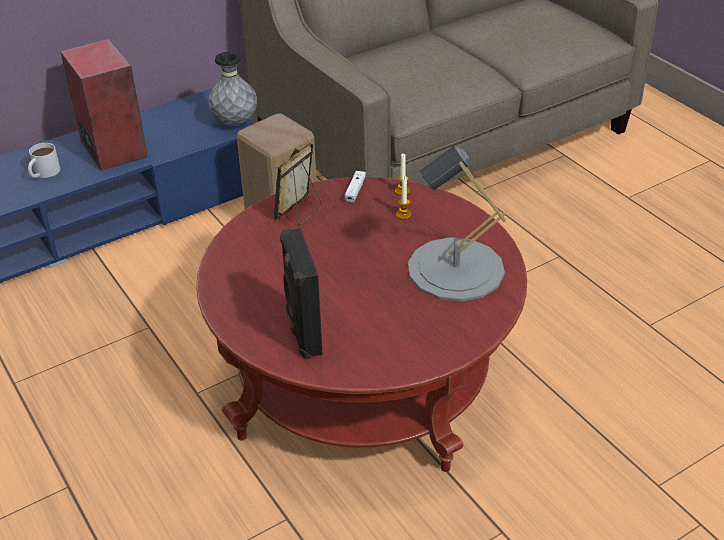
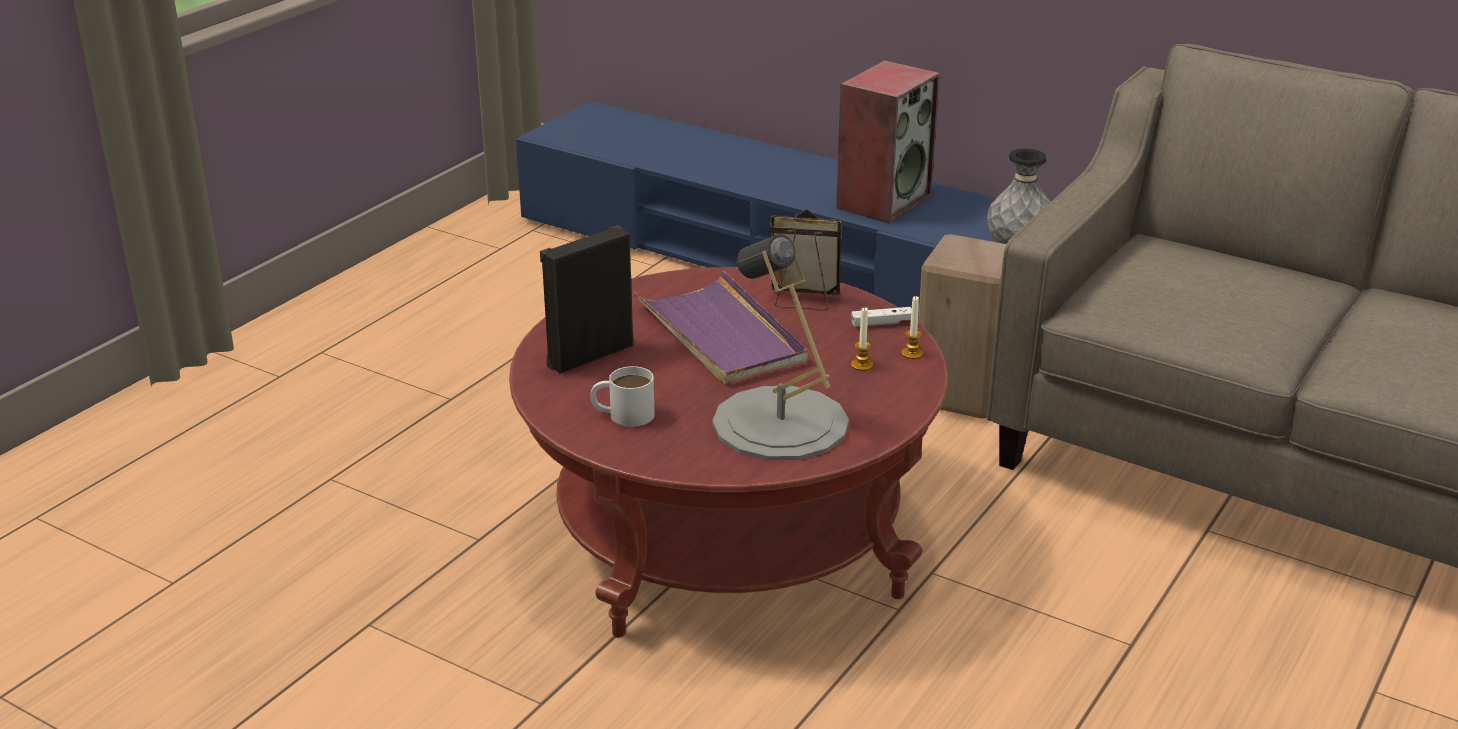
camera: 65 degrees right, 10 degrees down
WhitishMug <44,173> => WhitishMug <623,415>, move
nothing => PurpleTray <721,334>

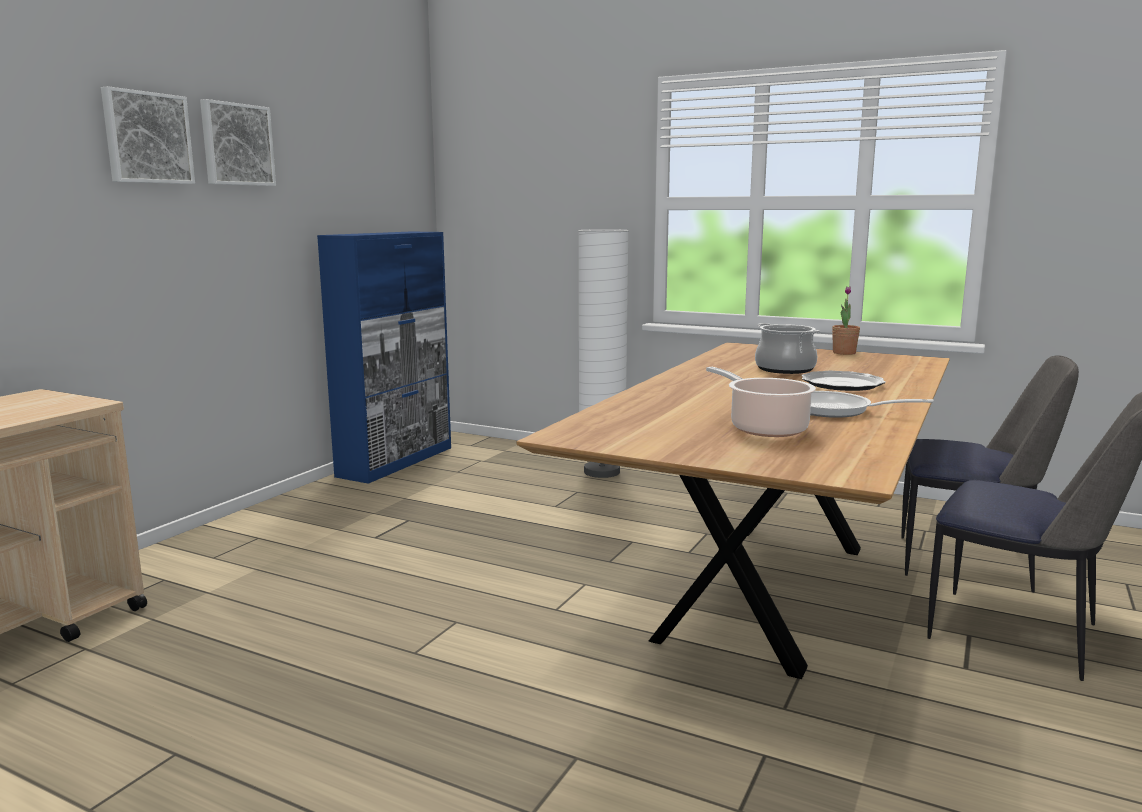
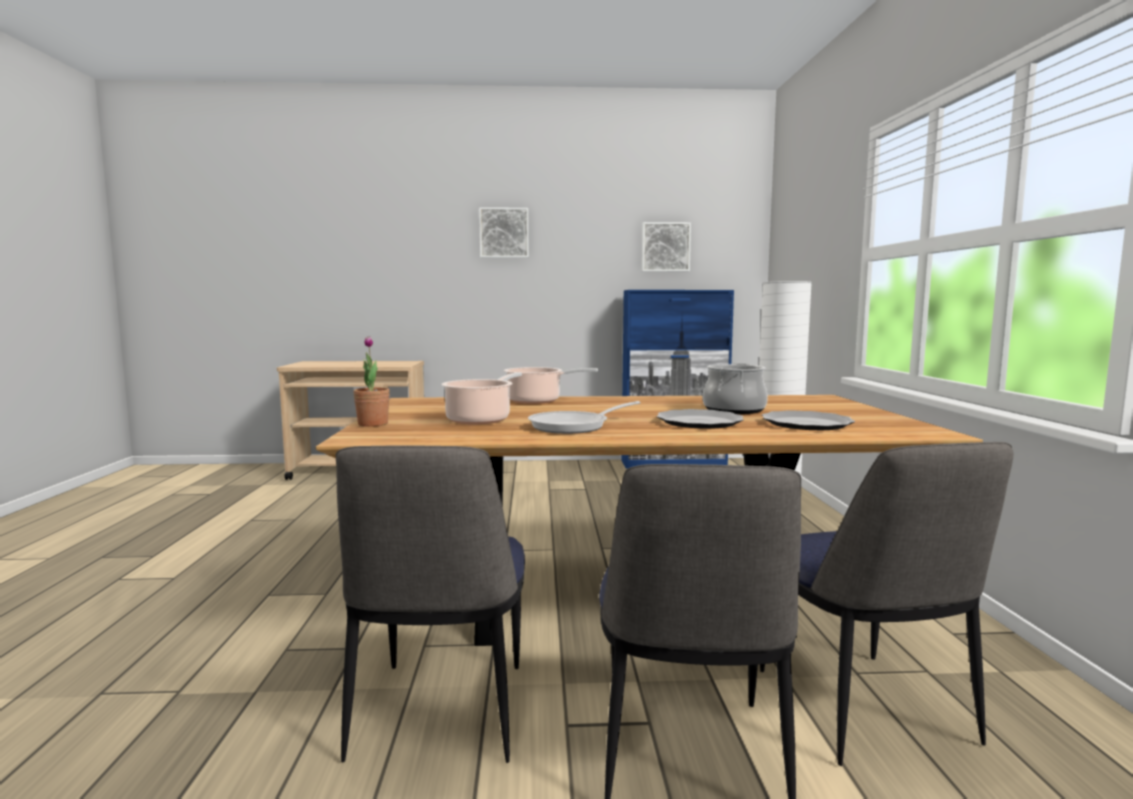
camera: 60 degrees right, 5 degrees down
nothing => PlainChair <439,714>
Houseplant <844,353> => Houseplant <373,424>, move
nothing => Stockpot <537,401>
FryingPan <836,410> => FryingPan <575,426>, 120 degrees counterclockwise
WallArt <236,144> => WallArt <665,247>, move
nothing => DinnerPlate <806,424>

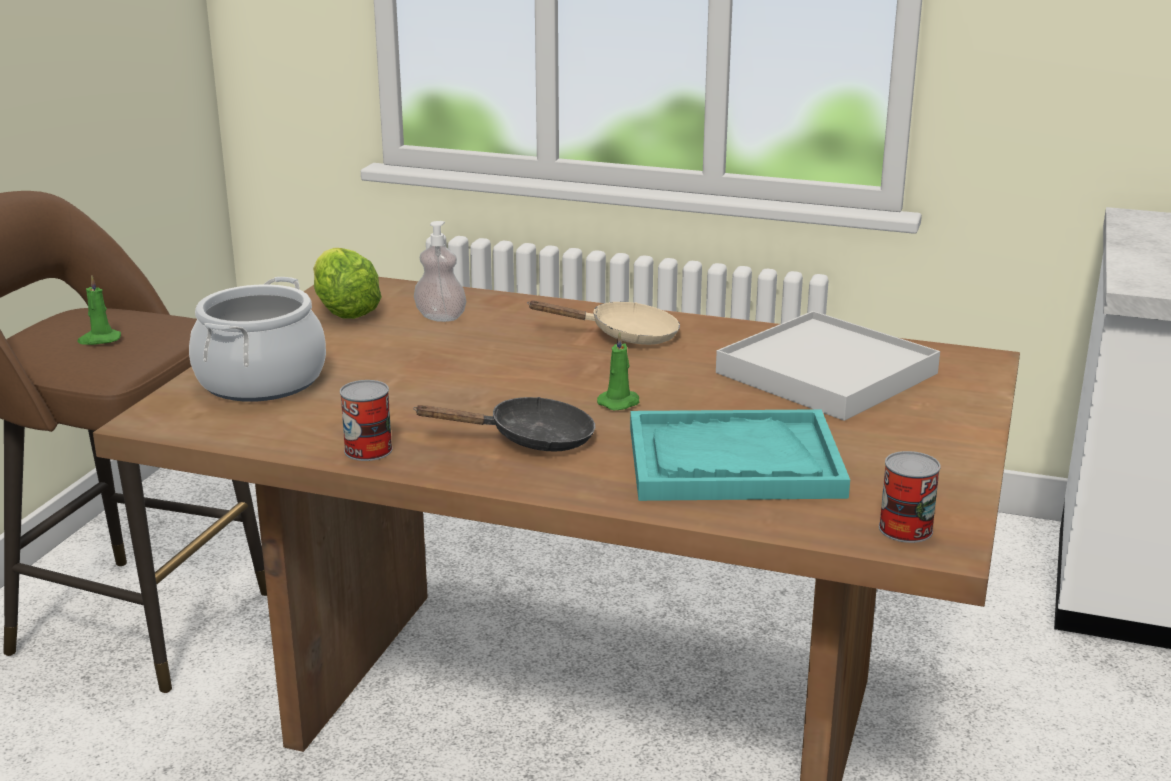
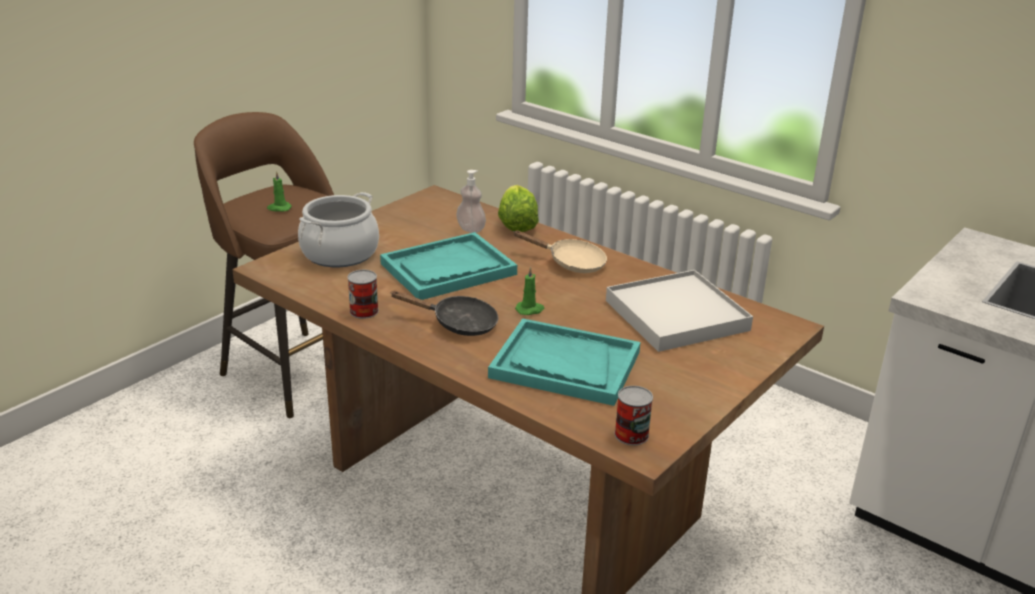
camera: 20 degrees right, 5 degrees up
nothing => TurquoiseTray <448,269>
Lettuce <344,311> => Lettuce <516,225>, move

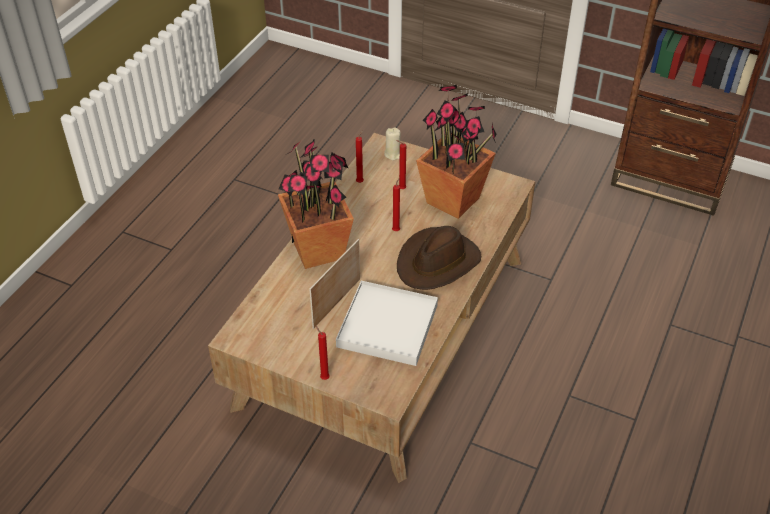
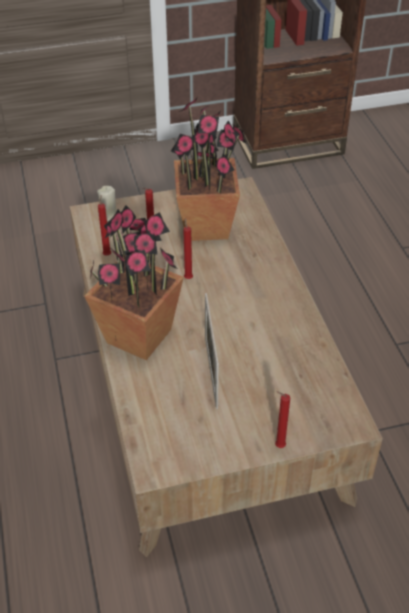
camera: 40 degrees left, 0 degrees up
WhitishTray <387,326> => nothing
BrownWearableHat <438,262> => nothing

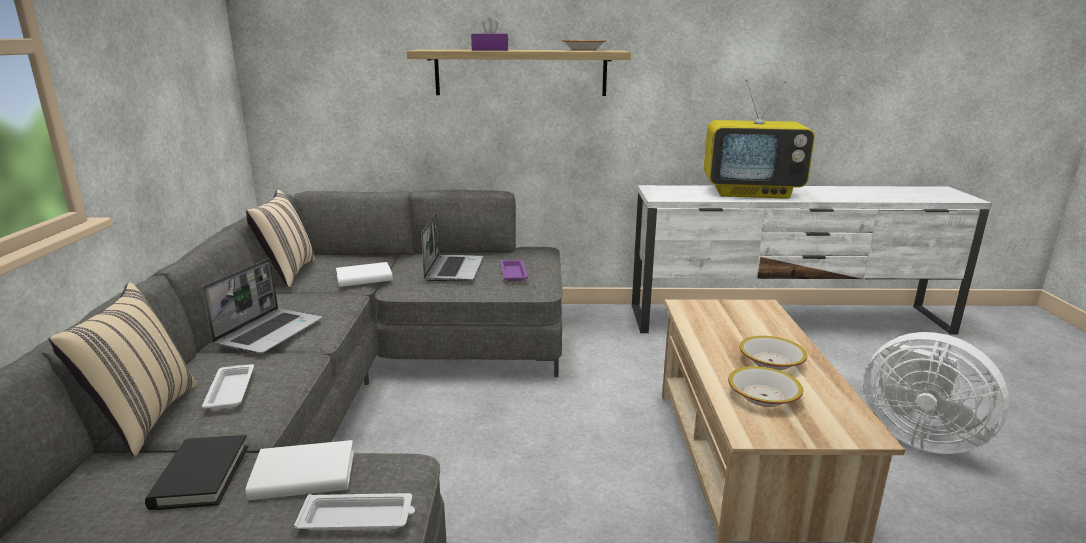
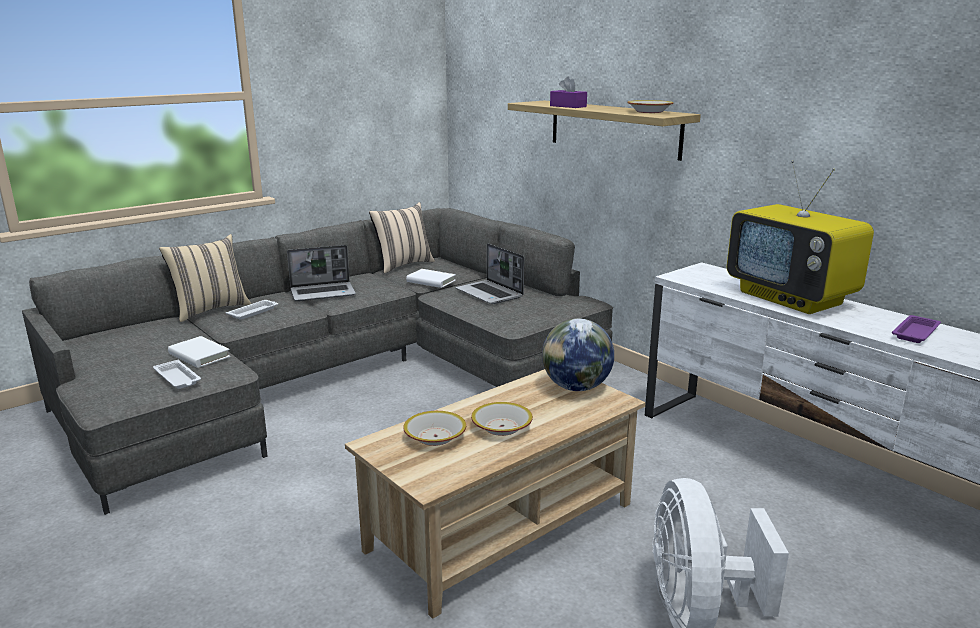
camera: 50 degrees right, 0 degrees up
NotebookComputer <453,269> => NotebookComputer <490,294>, 90 degrees clockwise
nothing => DeskGlobe <576,387>
PurpleTray <513,273> => PurpleTray <915,332>, move
BlackColouredBoundBook <201,476> => nothing

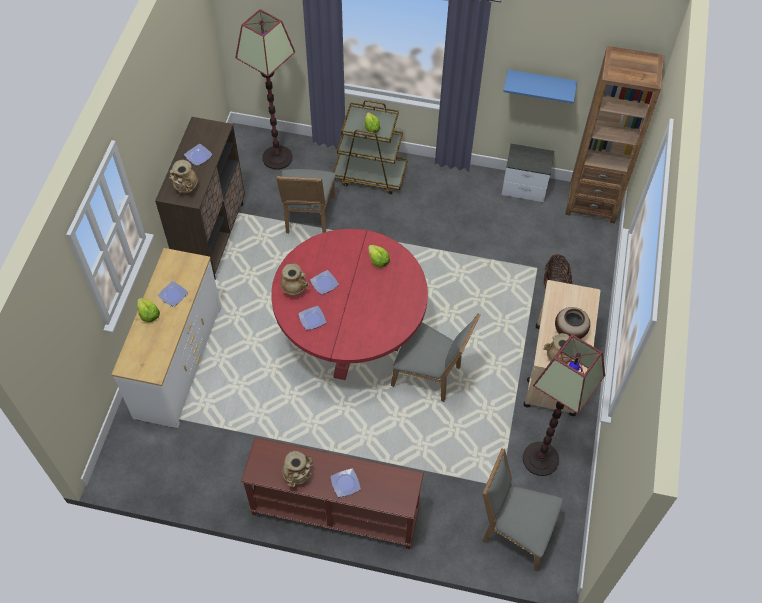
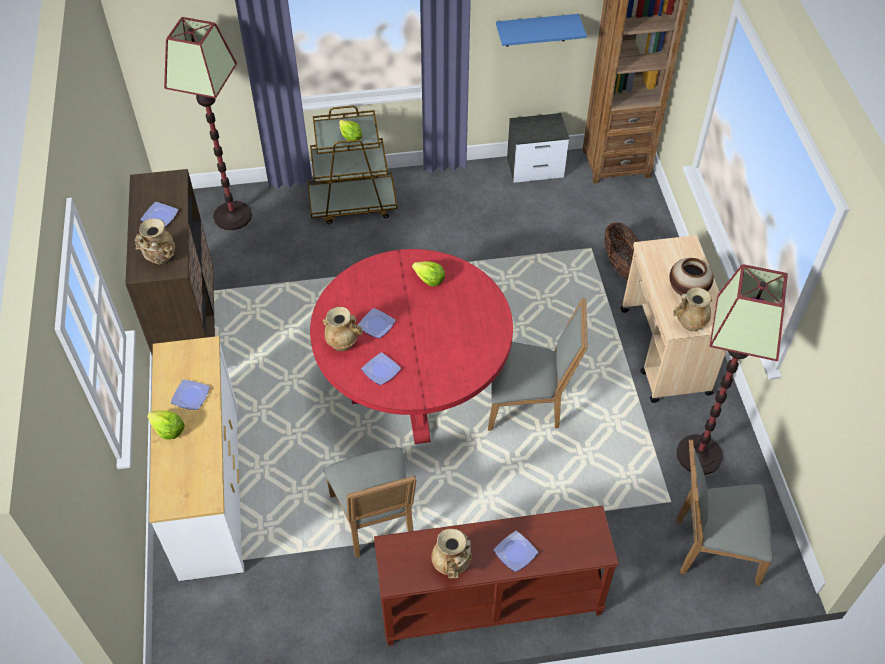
camera: 20 degrees left, 5 degrees down
GrayPlainChair <307,217> => GrayPlainChair <376,521>, move

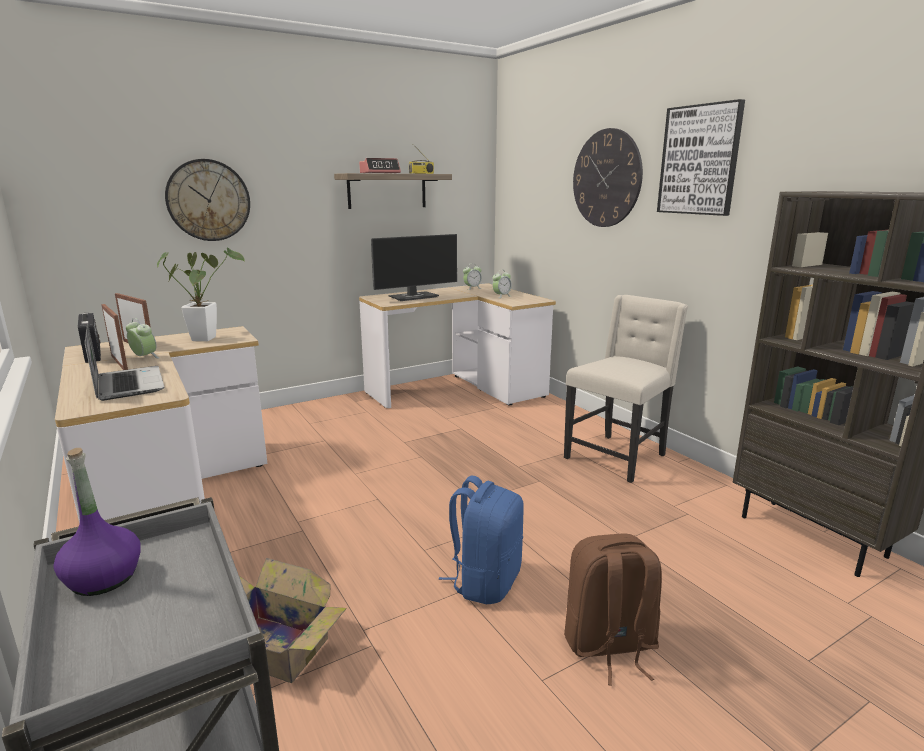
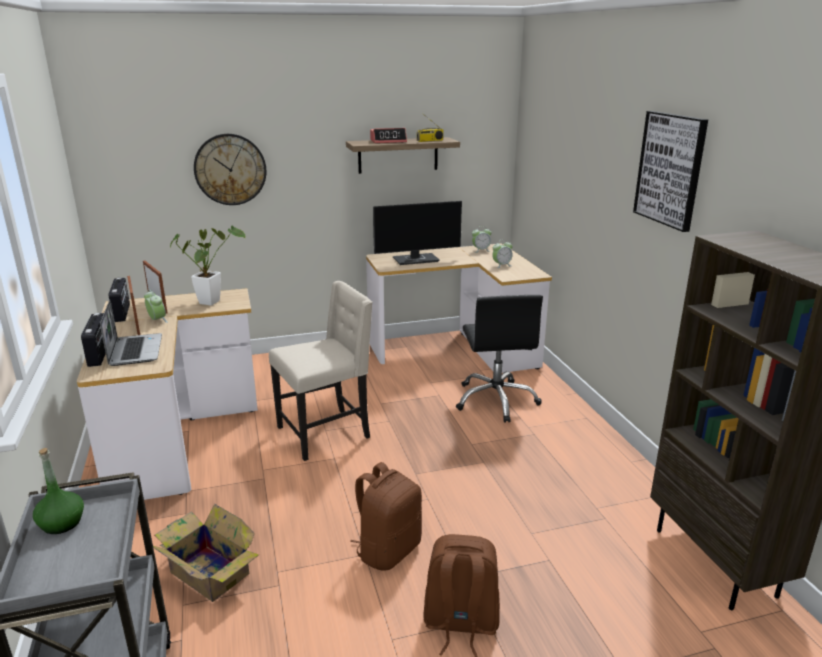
camera: 15 degrees right, 5 degrees up
PurpleBottle <103,578> => GreenishBottle <62,523>
nothing => RadioSet <100,354>
BeigePlainChair <617,457> => BeigePlainChair <325,433>, move
BlueRucksack <485,581> => BrownRucksack <388,550>
nothing => BlackColouredComputerChair <496,400>
HangingClock <606,178> => nothing

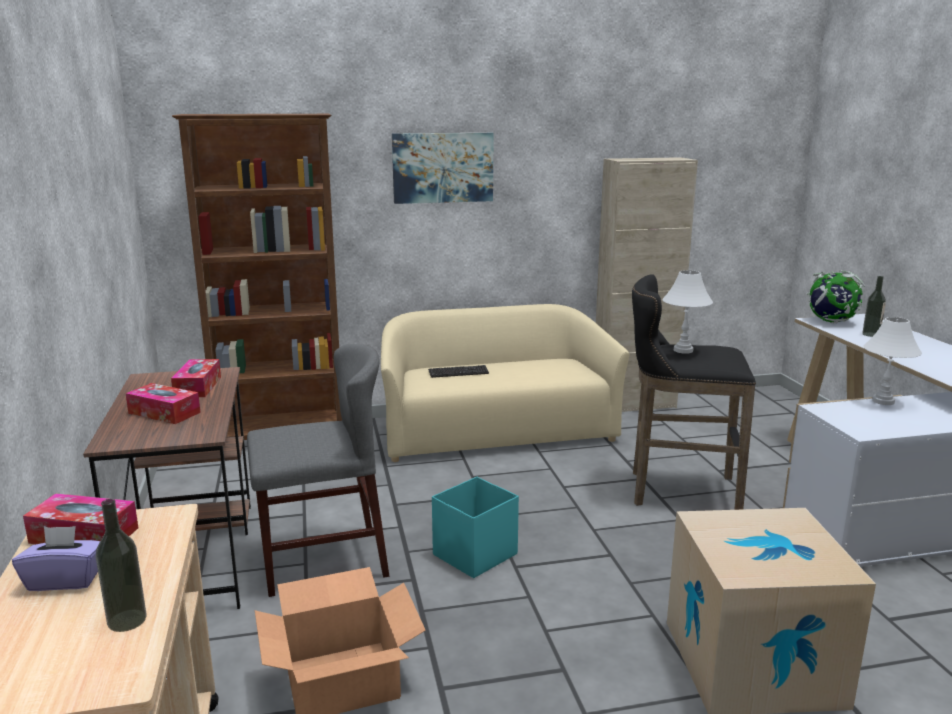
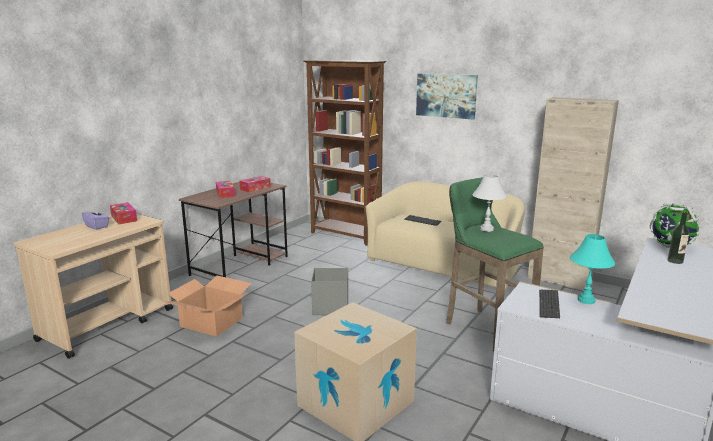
camera: 45 degrees right, 0 degrees up
TurquoiseStorageBin <474,555> => GrayStorageBin <330,307>
BlackColouredSittingStool <678,491> => GreenishSittingStool <484,328>
nothing => Keyboard <548,304>
WhitishTabletopLamp <883,401> => TurquoiseTabletopLamp <586,300>
Bottle <127,620> => nothing
GrayPlainChair <323,560> => nothing

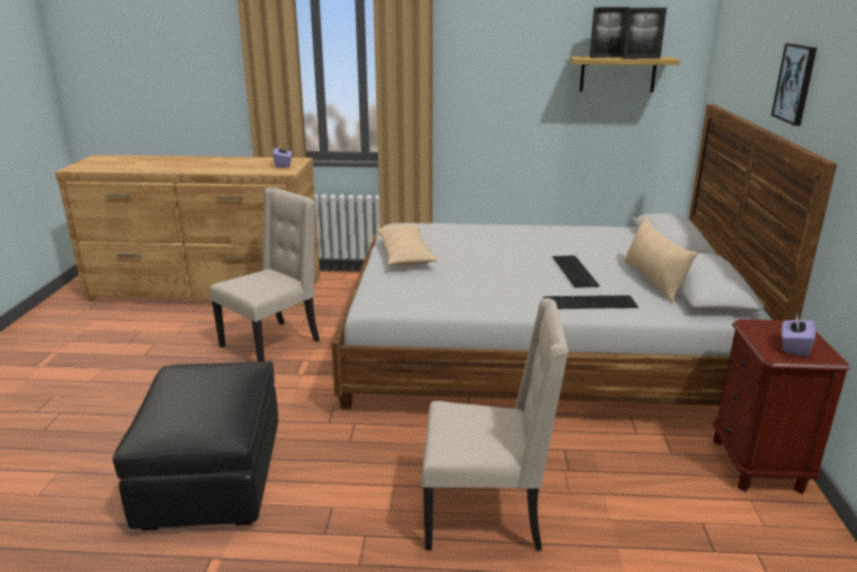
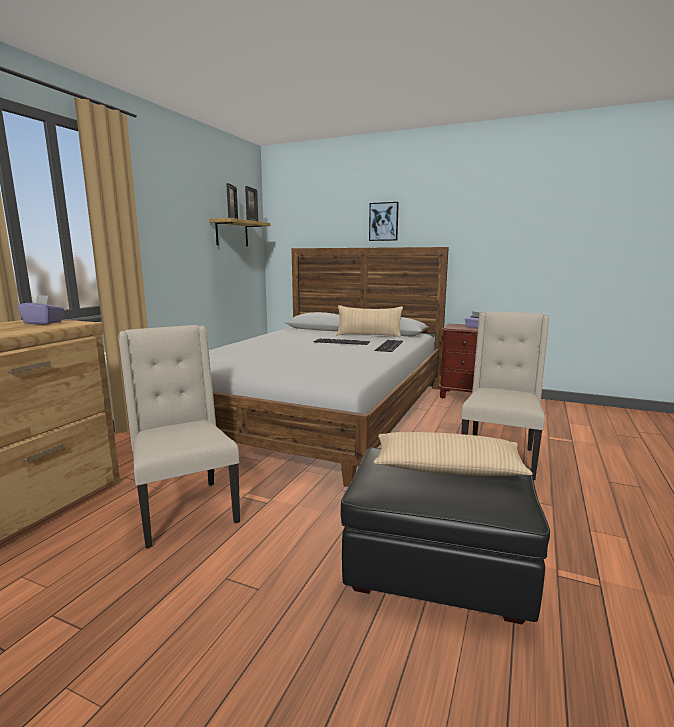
camera: 70 degrees left, 10 degrees down
BeigePillow <405,255> => BeigePillow <447,468>, move

